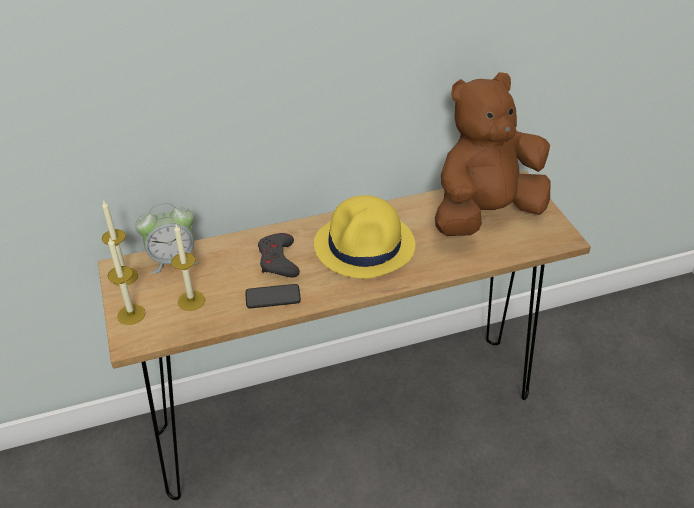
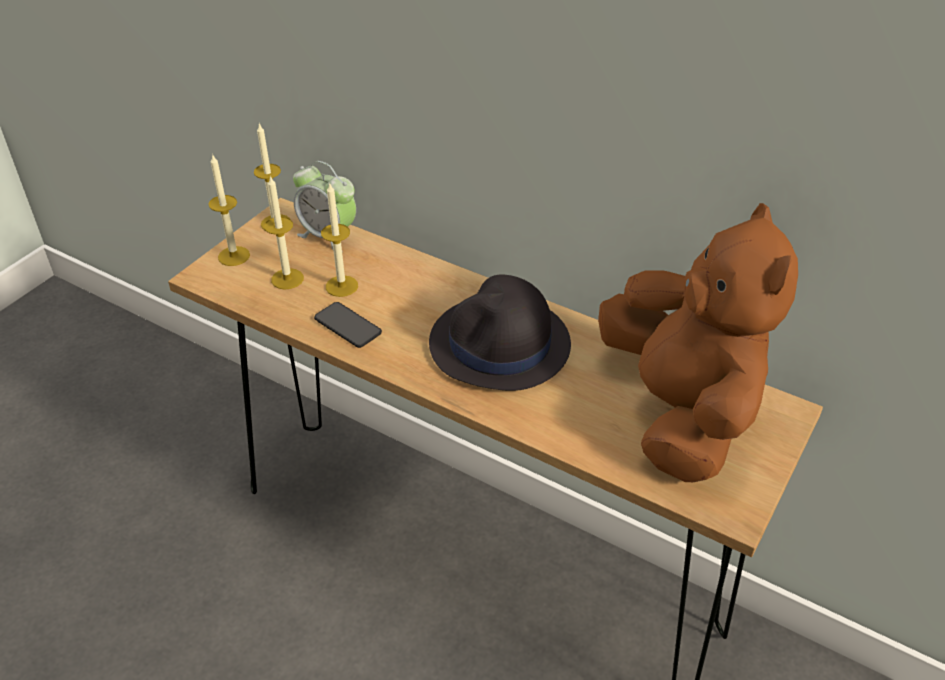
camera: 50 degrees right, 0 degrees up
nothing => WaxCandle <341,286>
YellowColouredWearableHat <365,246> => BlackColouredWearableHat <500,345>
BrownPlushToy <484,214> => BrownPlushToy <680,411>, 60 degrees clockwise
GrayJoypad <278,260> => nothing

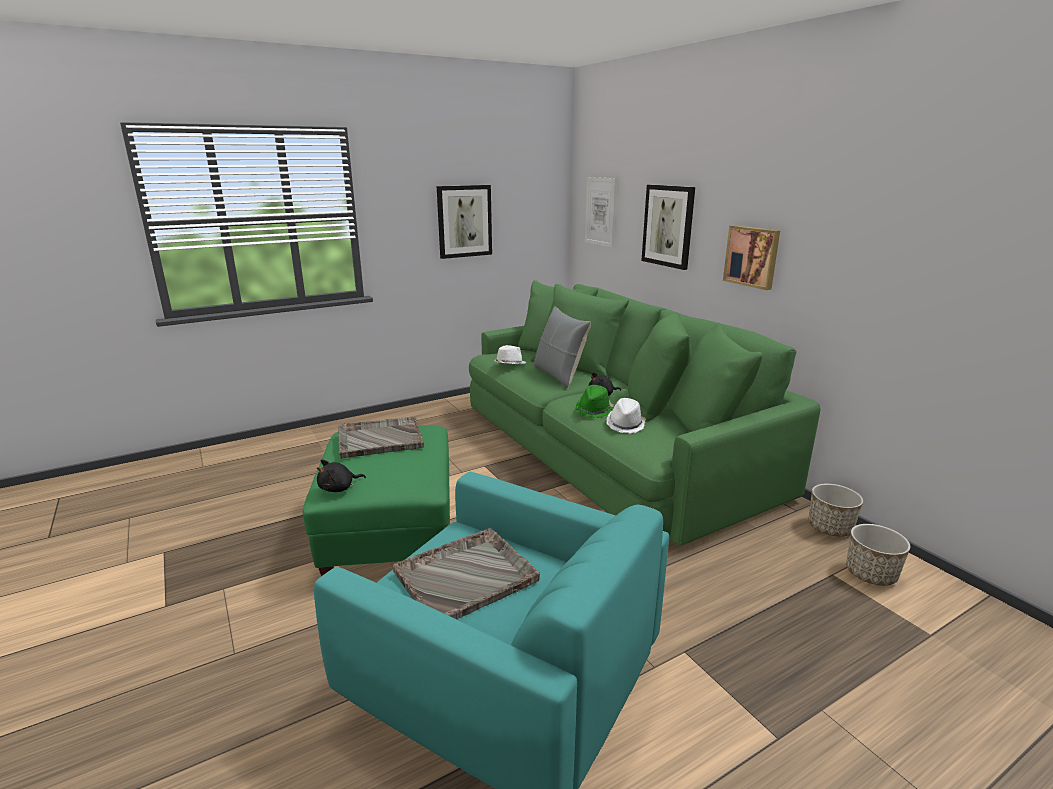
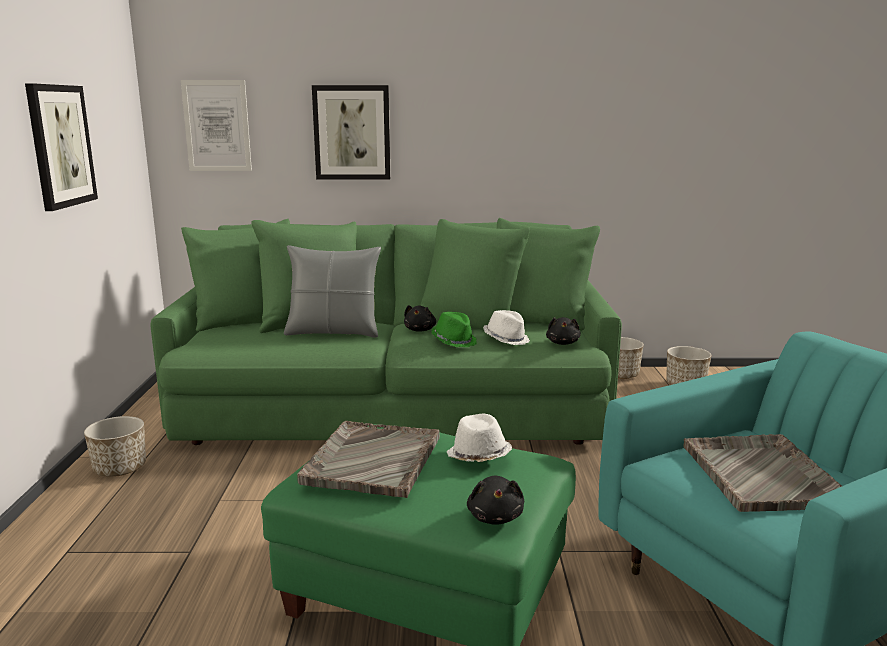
camera: 60 degrees left, 5 degrees down
nothing => PlantPot <120,469>
WhitishWearableHat <509,365> => WhitishWearableHat <478,457>, move
nothing => BlackColouredPlushToy <563,343>
WallArt <752,256> => nothing

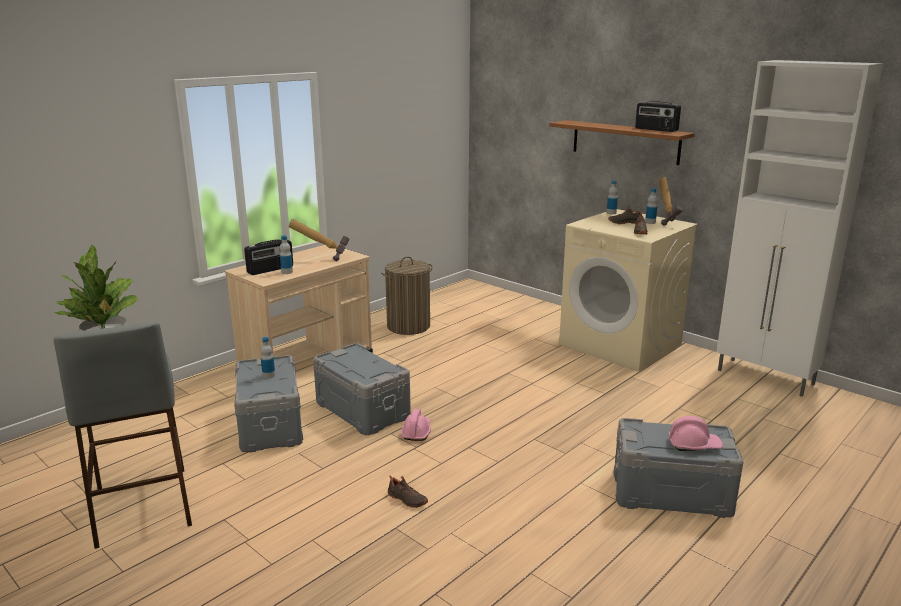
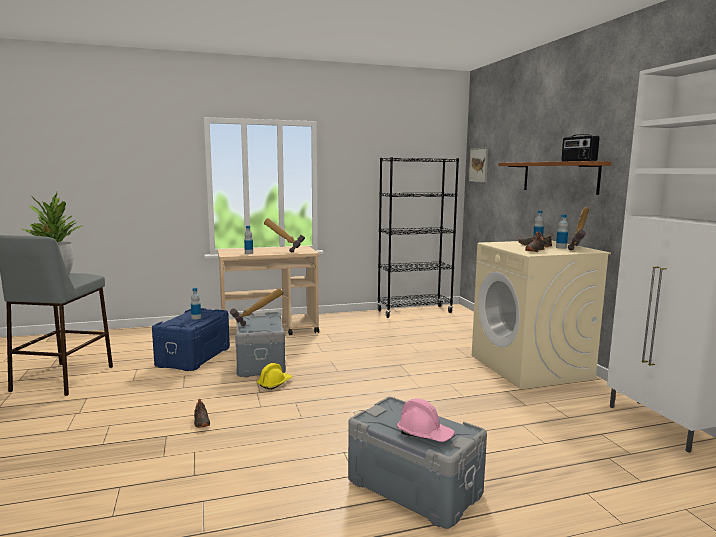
camera: 30 degrees right, 10 degrees down
GrayStorageBin <271,425> => BlueStorageBin <194,357>
nothing => HandHammer <257,326>
PinkishWorkHelmet <416,432> => YellowColouredWorkHelmet <274,383>
nothing => BlackColouredBookcase <414,312>
nothing => WallArt <478,165>
RadioSet <270,270> => nothing
Hamper <408,326> => nothing

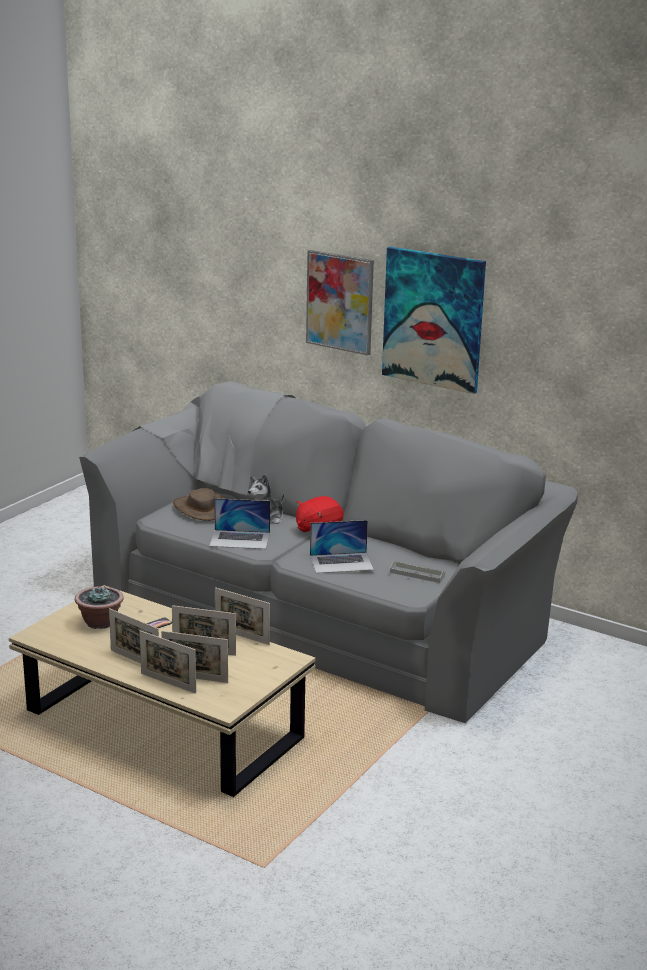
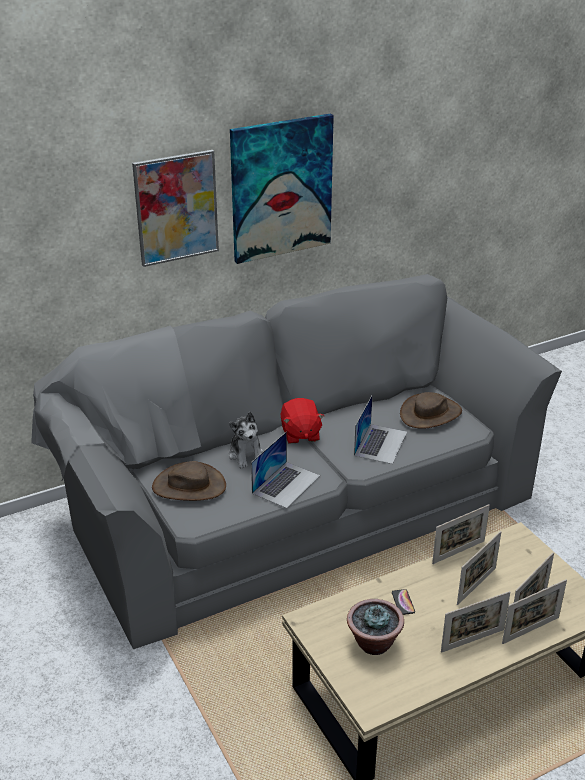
camera: 60 degrees left, 10 degrees up
GrayTray <417,574> => BrownWearableHat <431,413>

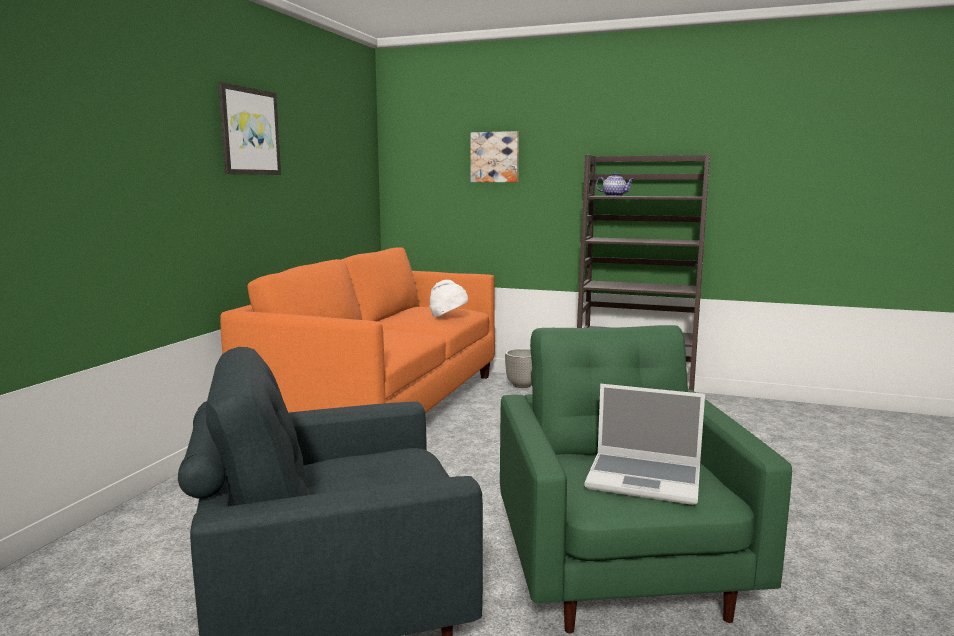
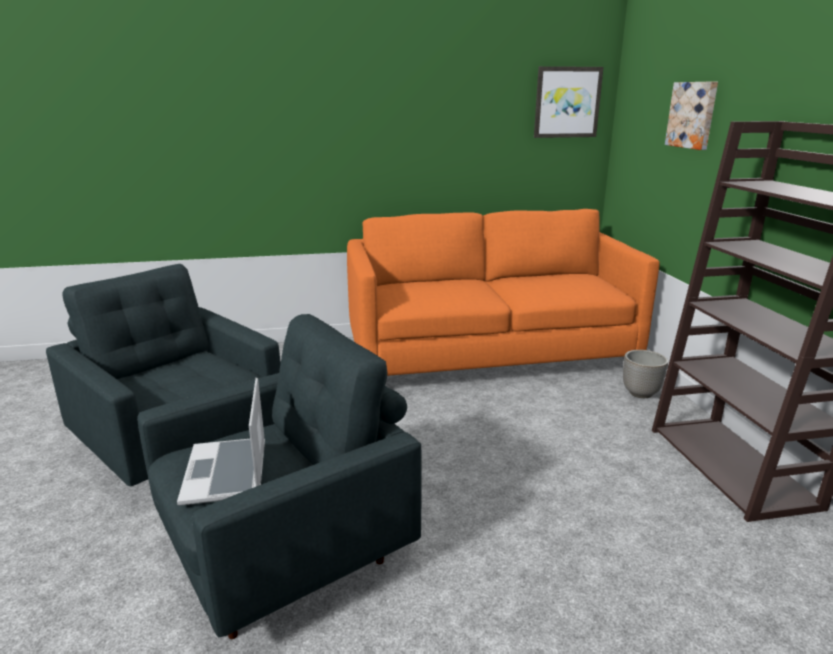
camera: 60 degrees right, 10 degrees up
GreenishLoungeChair <621,569> => GrayLoungeChair <287,551>
WallArt <249,131> => WallArt <567,102>, move
WhitishWearableHat <448,317> => nothing
Teapot <614,196> => nothing

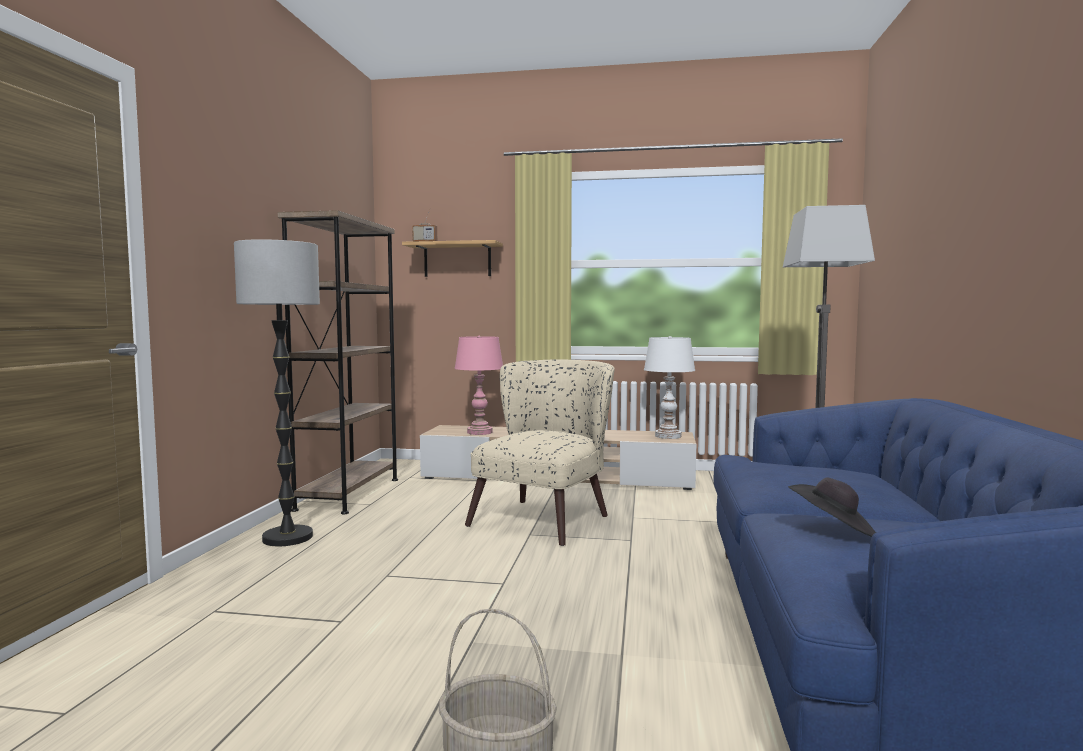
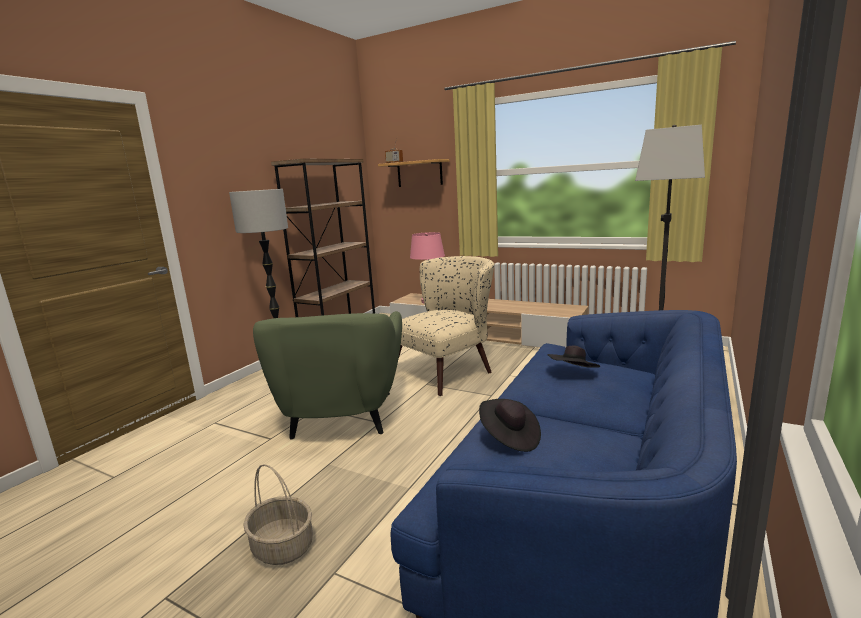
camera: 20 degrees right, 10 degrees up
nothing => GreenishLoungeChair <342,416>
nothing => BlackColouredWearableHat <573,374>
WhitishTabletopLamp <668,436> => nothing

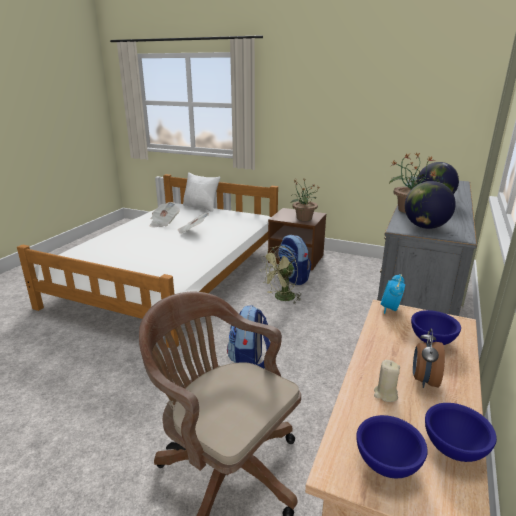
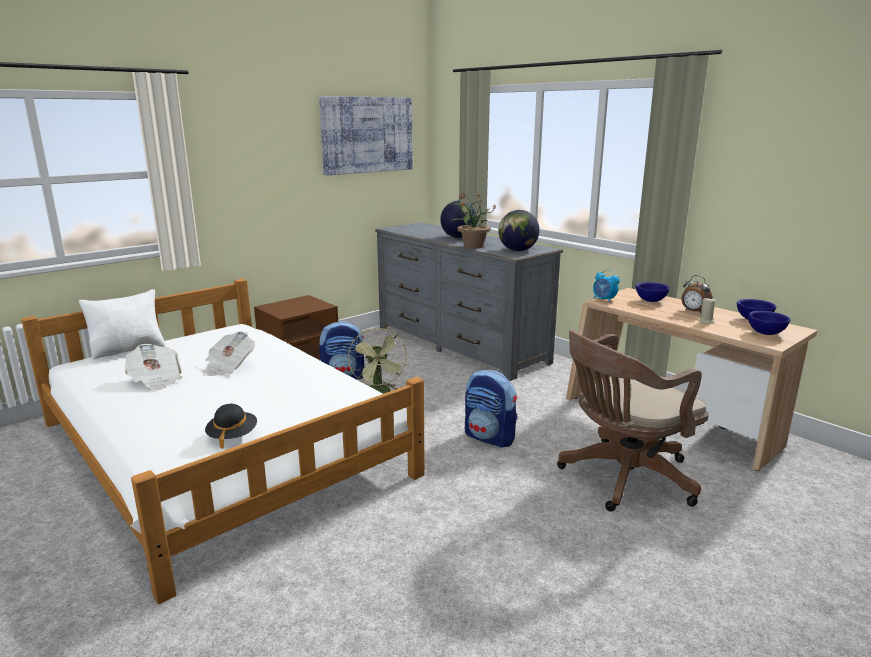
camera: 65 degrees left, 5 degrees down
nothing => BlackColouredWearableHat <232,436>
nothing => WallArt <366,135>
Houseplant <303,218> => nothing

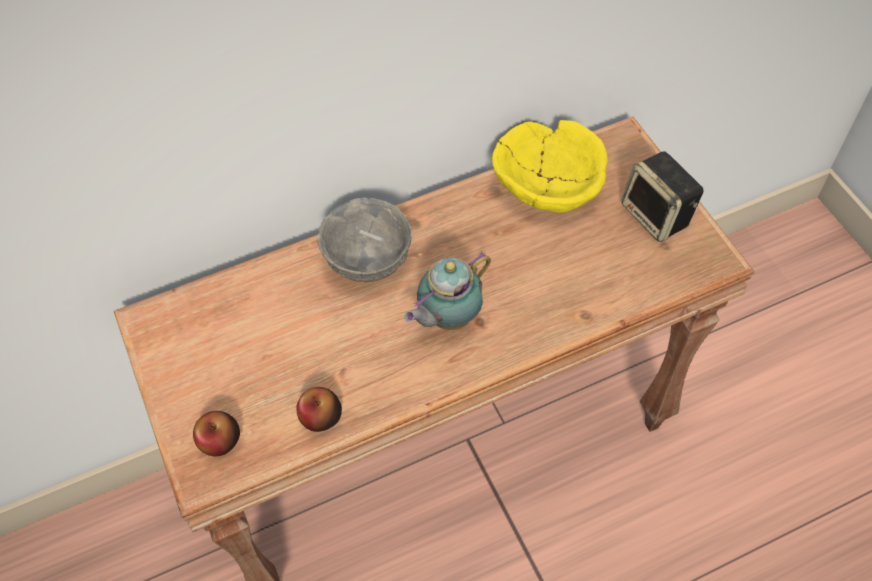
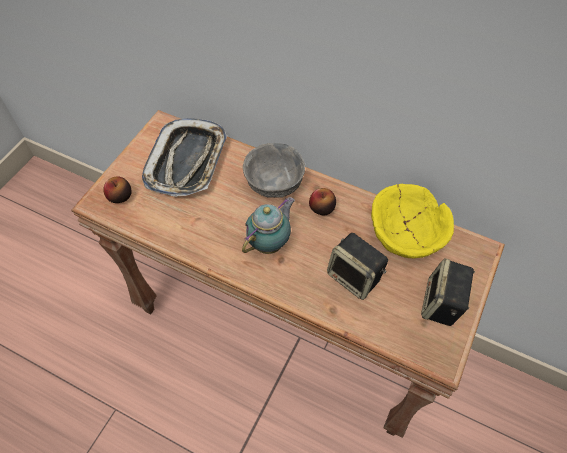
camera: 50 degrees right, 0 degrees up
nothing => Tray <187,161>
Teapot <447,317> => Teapot <270,243>, 120 degrees clockwise
AppleFruit <321,417> => AppleFruit <322,208>, move
nothing => Speaker <355,277>

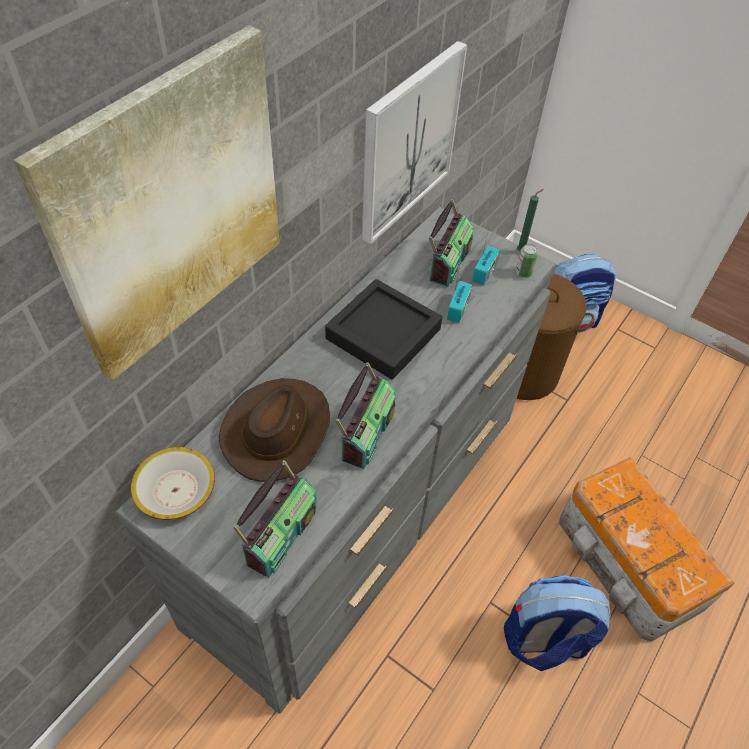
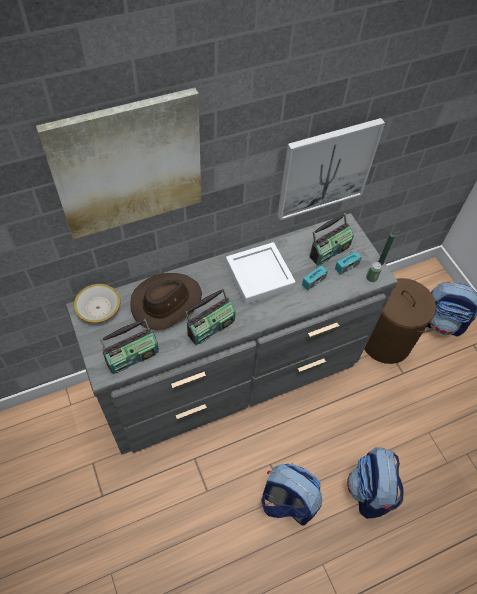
camera: 30 degrees right, 5 degrees up
BlackColouredTray <383,334> => WhitishTray <259,276>
StorageBin <627,565> => Rucksack <369,491>

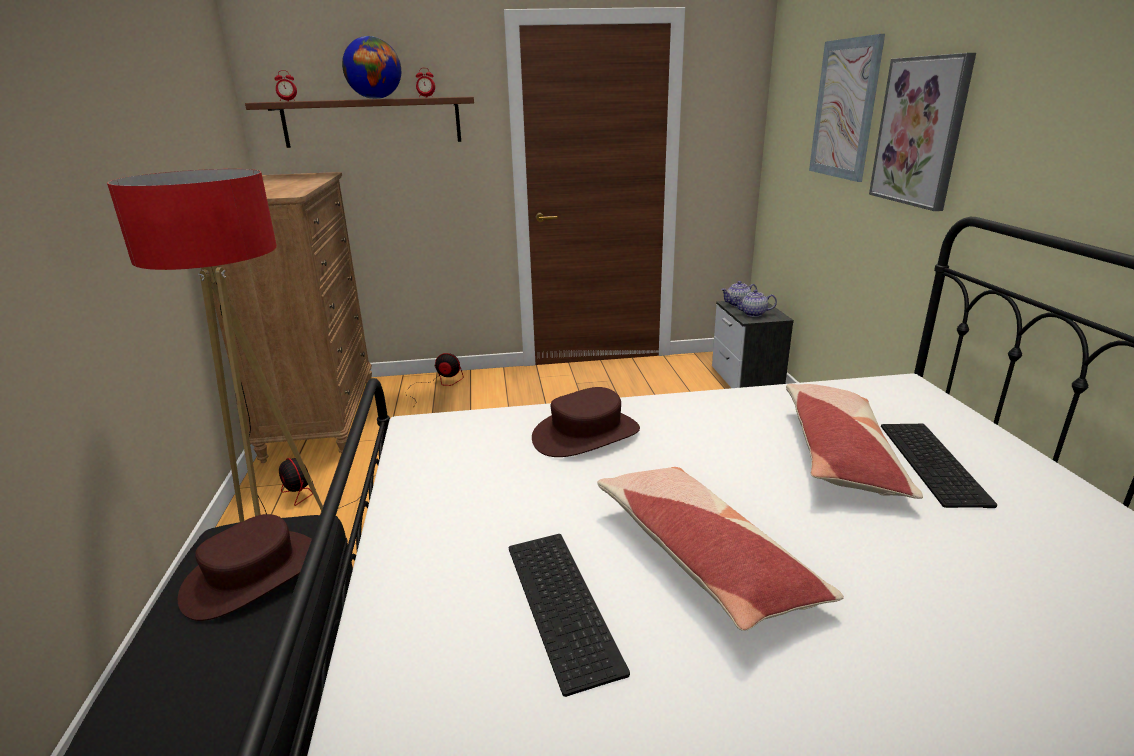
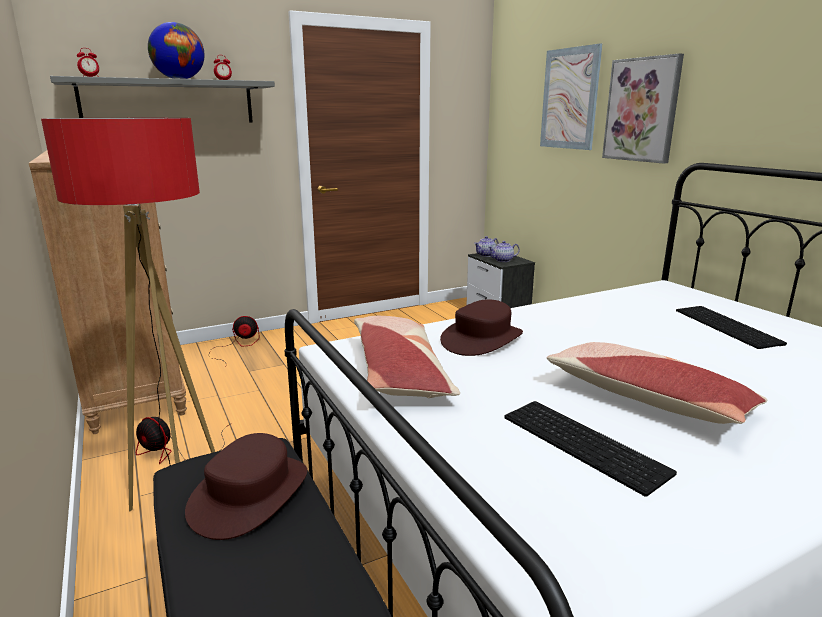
camera: 20 degrees left, 5 degrees down
BrownShelf <372,122> => GrayShelf <168,102>
Pillow <840,453> => Pillow <399,371>, move

